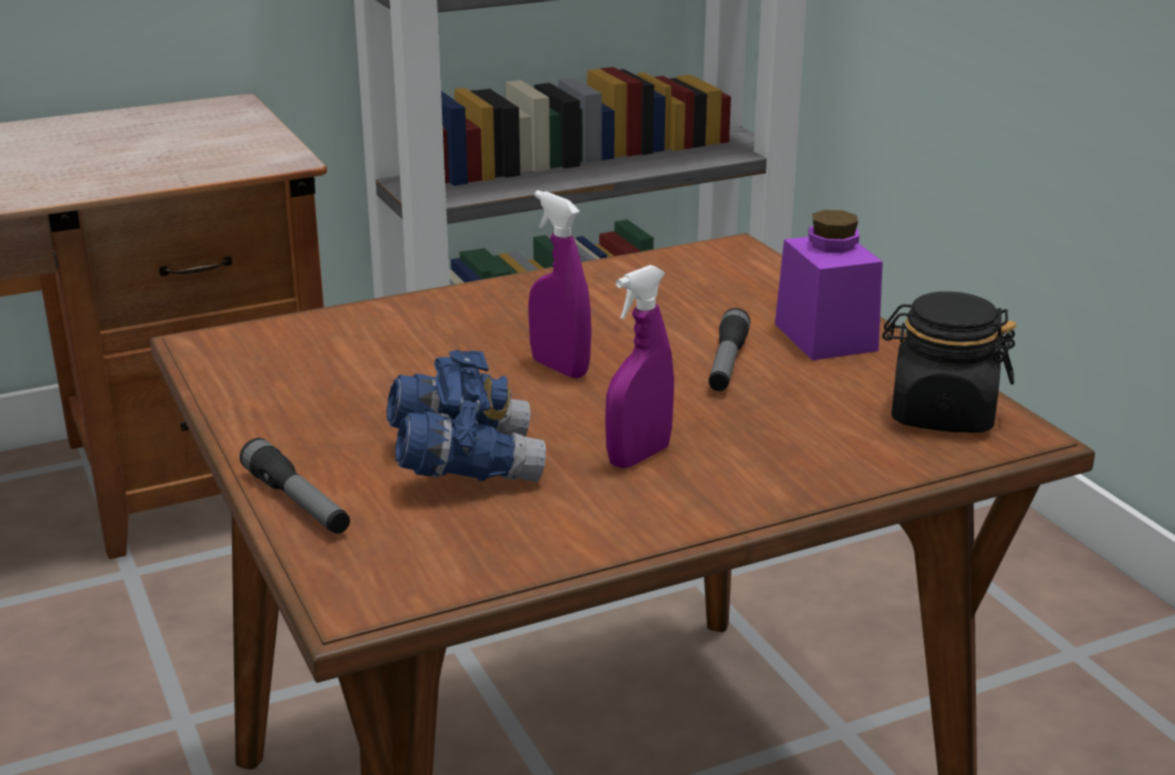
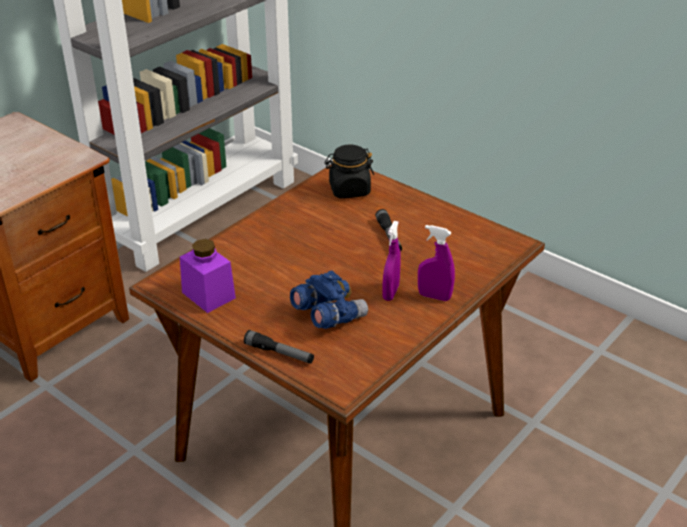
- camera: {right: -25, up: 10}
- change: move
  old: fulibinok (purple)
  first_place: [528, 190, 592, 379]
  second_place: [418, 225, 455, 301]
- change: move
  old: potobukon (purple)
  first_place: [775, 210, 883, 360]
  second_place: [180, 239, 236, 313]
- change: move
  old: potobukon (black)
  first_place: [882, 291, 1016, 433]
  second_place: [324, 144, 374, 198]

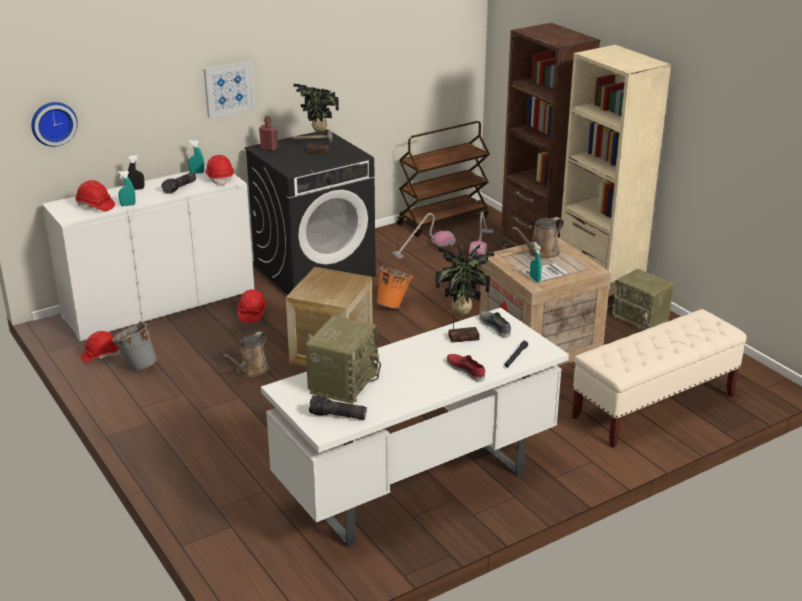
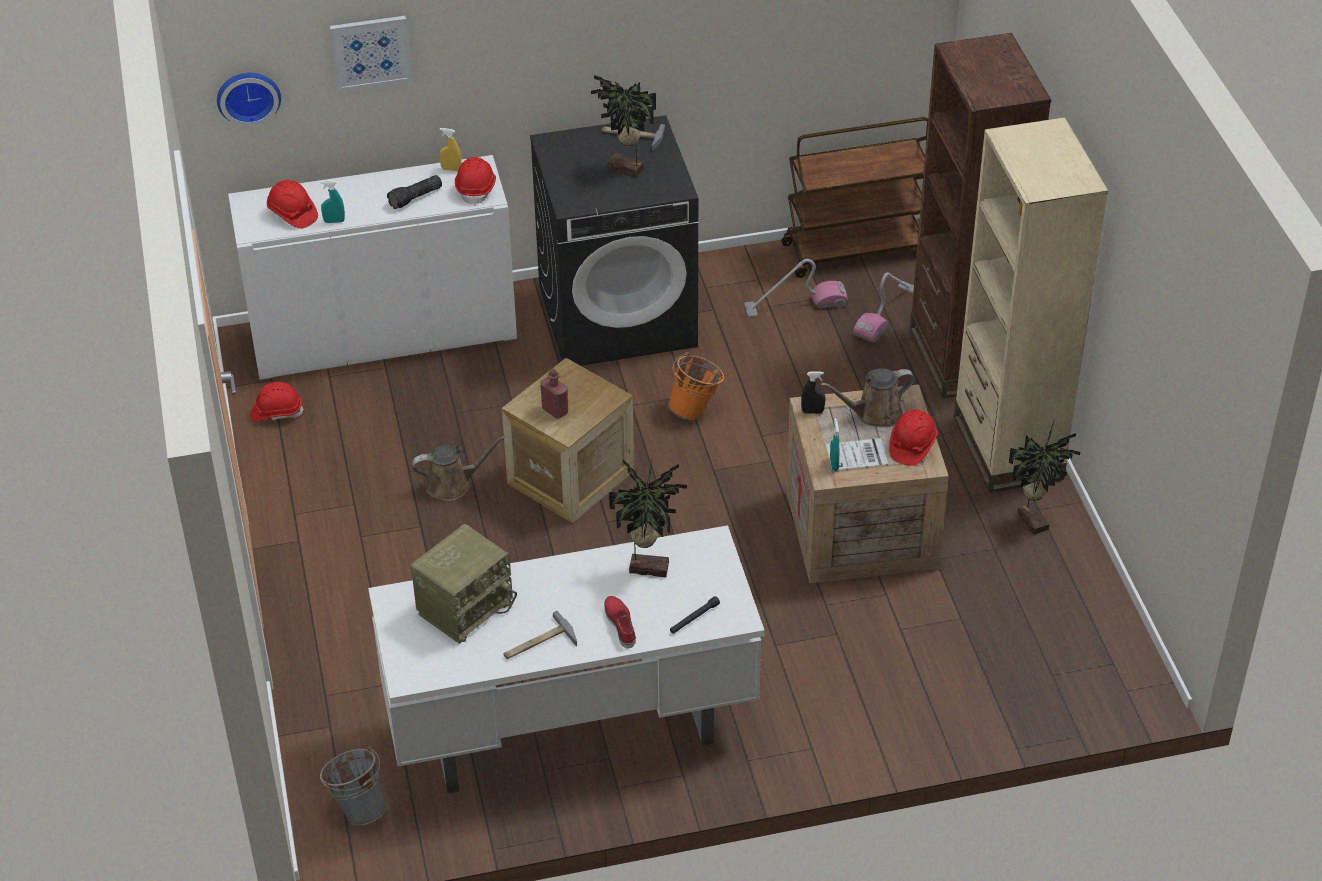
- camera: {right: 20, up: 15}
- change: delete
  old: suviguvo
  first_place: [309, 395, 367, 420]
- change: delete
  old: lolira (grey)
  first_place: [479, 311, 511, 338]
- change: delete
  old: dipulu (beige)
  first_place: [572, 309, 747, 448]
- change: insert
  new: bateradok
  second_place: [503, 611, 577, 659]
- change: move
  old: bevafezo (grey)
  first_place: [112, 321, 157, 371]
  second_place: [320, 746, 387, 826]
- change: move
  old: fulibinok (black)
  first_place: [128, 155, 145, 190]
  second_place: [801, 372, 826, 414]
- change: move
  old: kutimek
  first_place: [204, 60, 255, 119]
  second_place: [330, 16, 412, 92]
- change: move
  old: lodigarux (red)
  first_place: [238, 289, 267, 323]
  second_place: [889, 410, 938, 466]
- change: move
  old: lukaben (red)
  first_place: [259, 115, 278, 151]
  second_place: [540, 369, 568, 419]
- change: replace
  old: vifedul
  new: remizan
  first_place: [612, 269, 674, 331]
  second_place: [1009, 422, 1080, 535]
- change: recolor
  old: fulibinok (turquoise)
  new: fulibinok (yellow)
  first_place: [188, 140, 204, 174]
  second_place: [439, 128, 462, 171]
- change: rotate
  old: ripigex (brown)
  first_place: [222, 331, 269, 377]
  second_place: [412, 436, 504, 501]
  degrees: -150

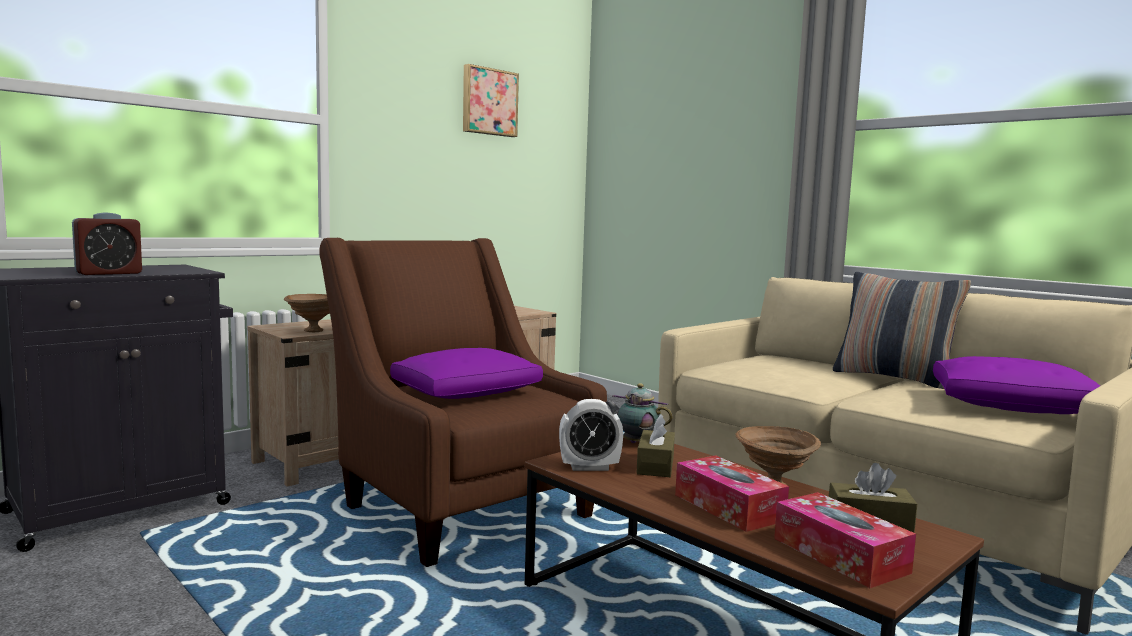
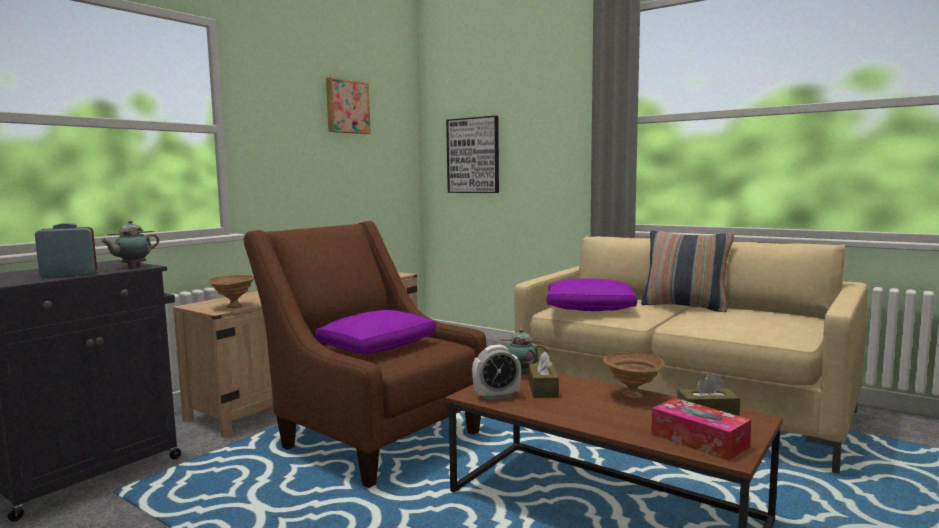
- camera: {right: -10, up: 0}
- change: delete
  old: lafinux
  first_place: [675, 455, 789, 532]
- change: insert
  new: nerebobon
  second_place: [100, 220, 159, 267]
- change: insert
  new: kutimek
  second_place: [446, 116, 499, 193]
- change: move
  old: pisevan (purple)
  first_place: [933, 356, 1100, 414]
  second_place: [546, 278, 637, 311]
- change: rotate
  old: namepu
  first_place: [72, 212, 142, 275]
  second_place: [35, 223, 97, 278]
  degrees: -150

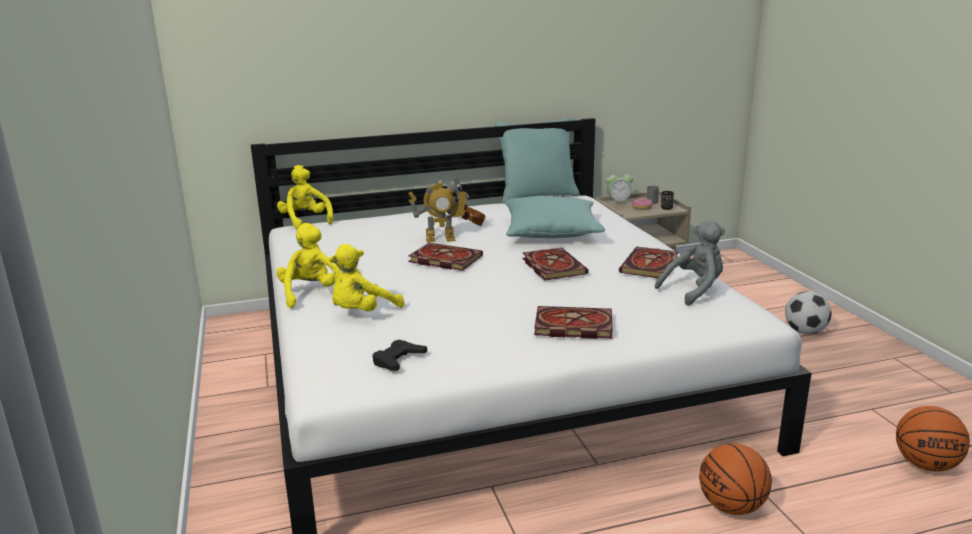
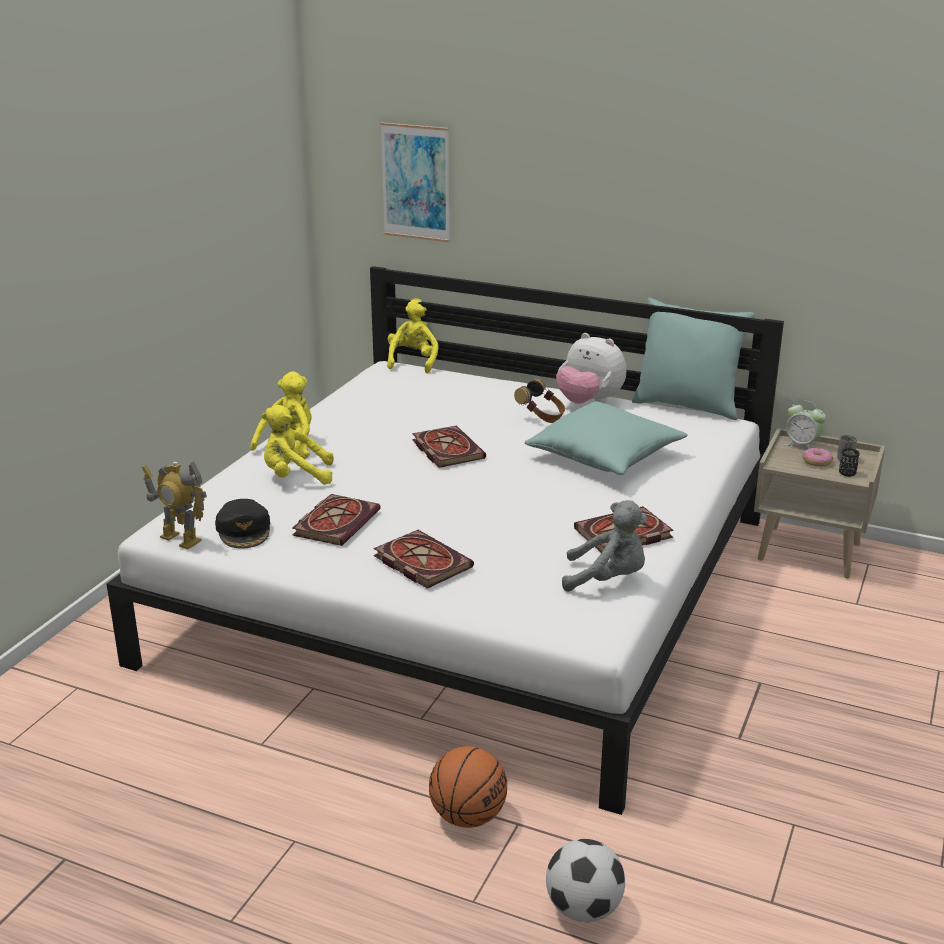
- camera: {right: 40, up: 5}
- change: delete
  old: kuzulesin
  first_place: [896, 406, 970, 472]
- change: insert
  new: kutimek
  second_place: [380, 122, 450, 242]
- change: insert
  new: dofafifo
  second_place: [556, 333, 627, 404]
- change: move
  old: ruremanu
  first_place: [408, 176, 469, 242]
  second_place: [142, 461, 207, 549]
- change: move
  old: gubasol
  first_place: [522, 248, 588, 280]
  second_place: [292, 494, 381, 546]
- change: move
  old: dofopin
  first_place: [785, 291, 831, 334]
  second_place: [546, 839, 625, 922]
- change: replace
  old: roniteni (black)
  new: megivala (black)
  first_place: [372, 339, 427, 371]
  second_place: [215, 499, 270, 549]

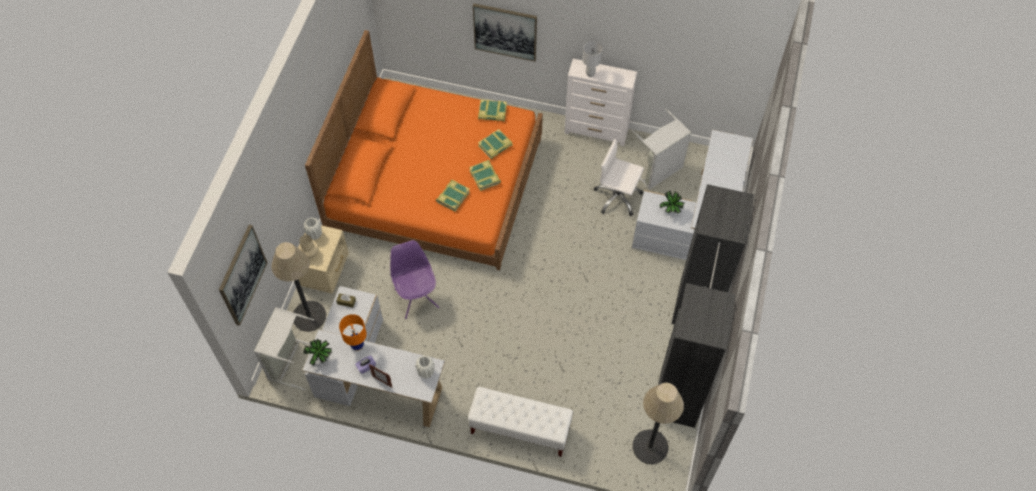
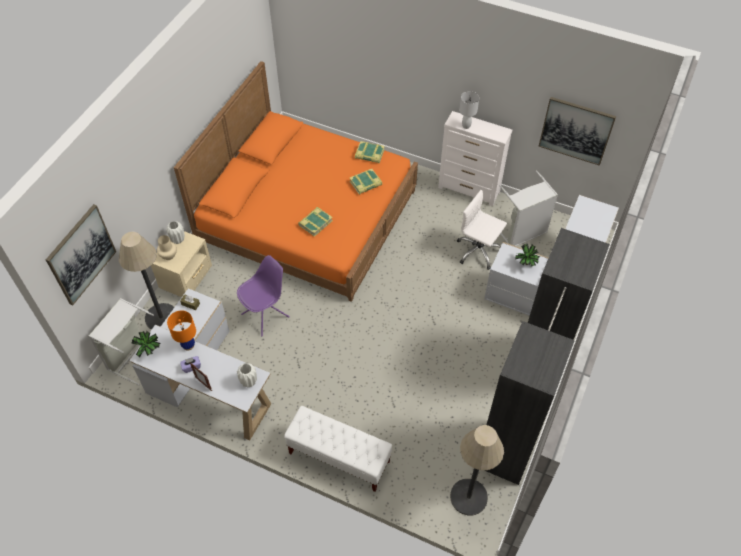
- camera: {right: 10, up: -5}
- change: delete
  old: gubasol
  first_place: [469, 160, 501, 191]
- change: move
  old: kutimek
  first_place: [473, 3, 537, 62]
  second_place: [539, 97, 616, 166]
- change: rotate
  old: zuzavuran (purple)
  first_place: [390, 240, 439, 319]
  second_place: [237, 255, 290, 336]
  degrees: 60

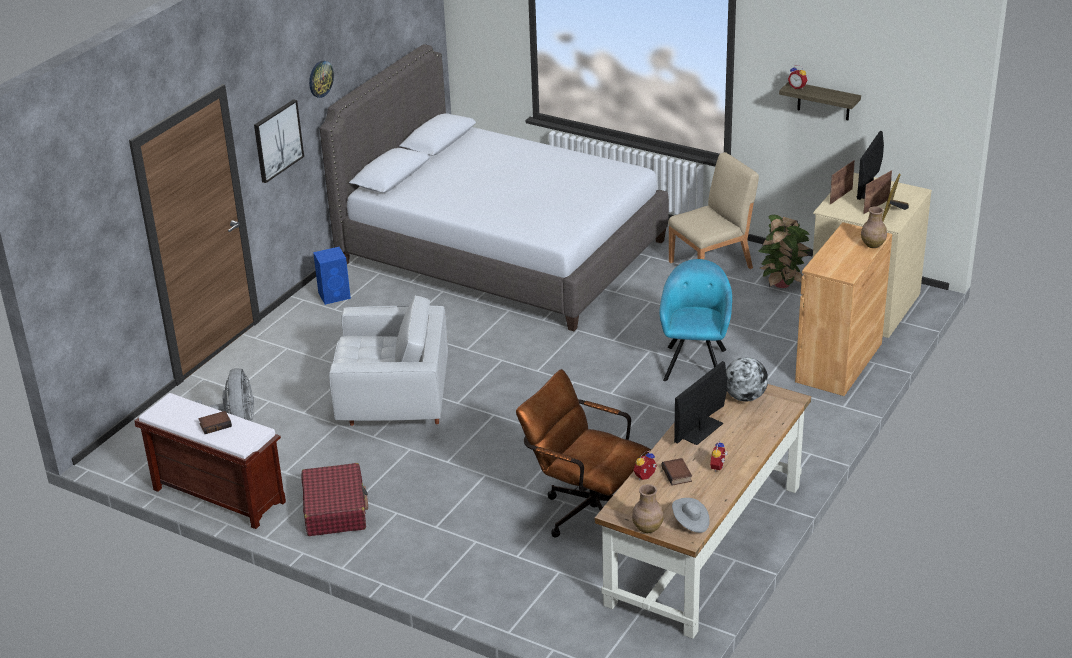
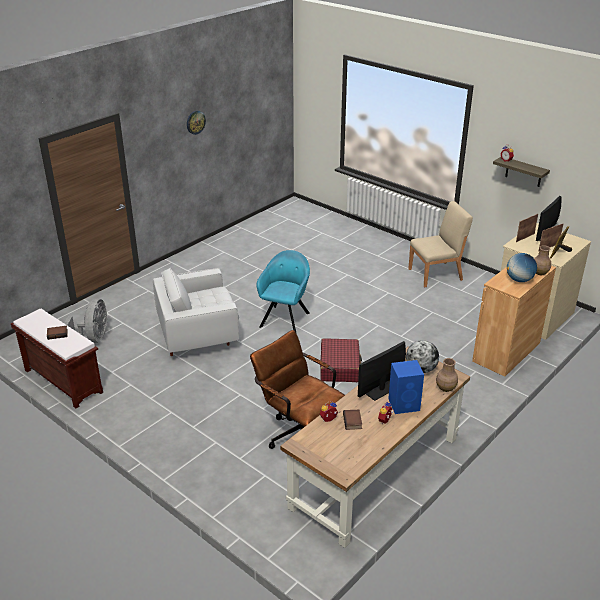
- camera: {right: 10, up: 0}
- change: delete
  old: kutimek
  first_place: [254, 99, 304, 183]
- change: delete
  old: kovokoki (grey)
  first_place: [320, 44, 669, 331]
- change: delete
  old: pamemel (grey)
  first_place: [672, 498, 710, 533]
- change: delete
  old: remizan
  first_place: [758, 215, 811, 288]
- change: insert
  new: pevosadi
  second_place: [507, 253, 537, 282]
- change: move
  old: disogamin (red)
  first_place: [302, 463, 368, 536]
  second_place: [320, 338, 362, 382]
- change: move
  old: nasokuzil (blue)
  first_place: [313, 247, 351, 305]
  second_place: [388, 360, 424, 414]
- change: move
  old: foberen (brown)
  first_place: [632, 484, 664, 533]
  second_place: [436, 358, 458, 392]
- change: move
  old: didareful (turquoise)
  first_place: [659, 259, 732, 381]
  second_place: [257, 250, 310, 334]
- change: rotate
  old: didareful (white)
  first_place: [329, 295, 448, 426]
  second_place: [153, 268, 239, 356]
  degrees: 150

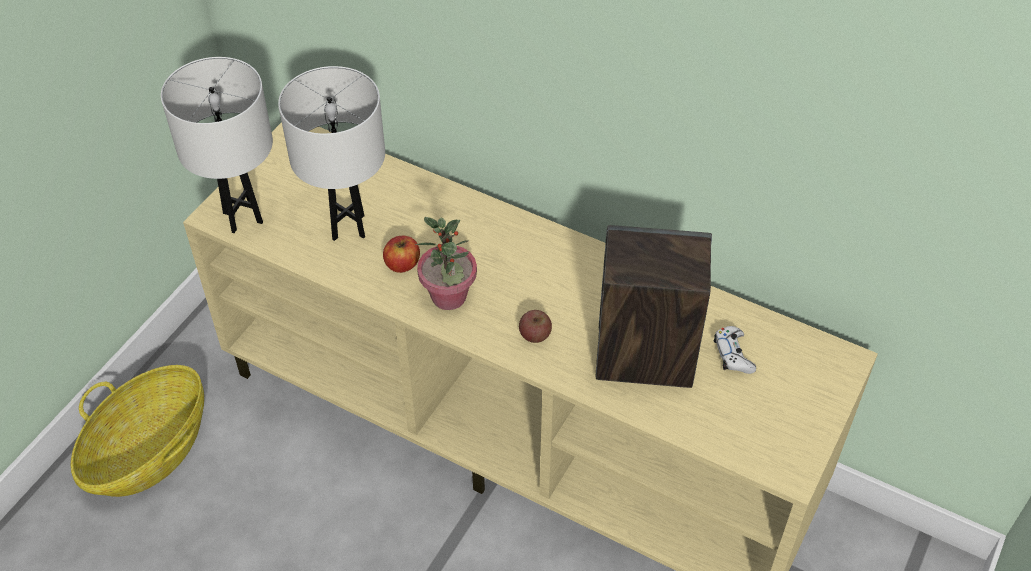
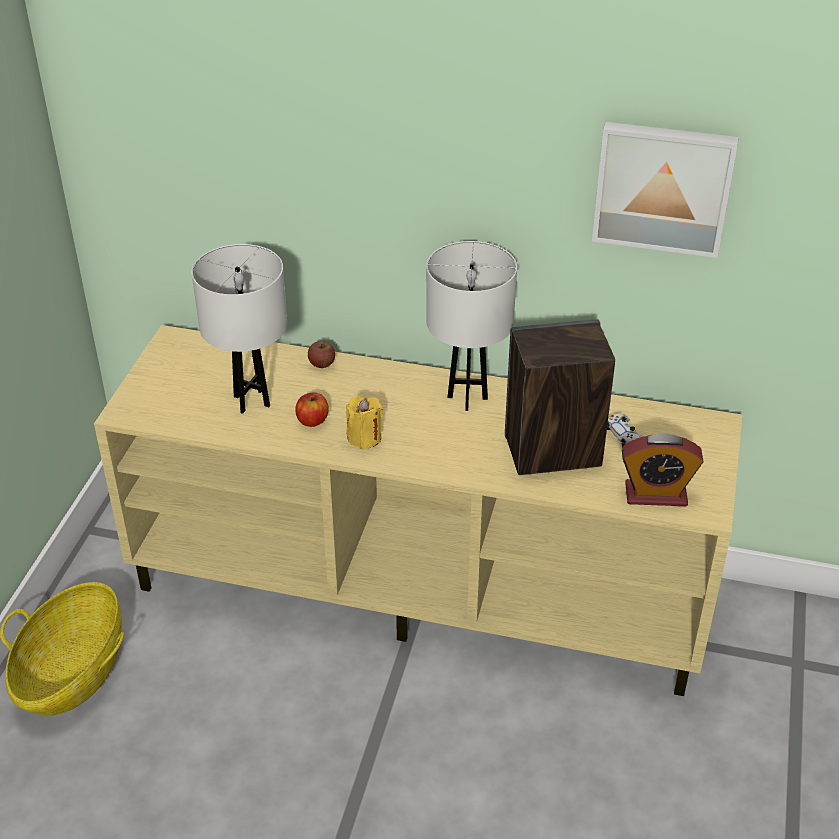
- camera: {right: -15, up: -10}
- change: insert
  new: kutimek
  second_place: [592, 122, 739, 258]
- change: insert
  new: namepu
  second_place: [622, 433, 704, 506]
- change: move
  old: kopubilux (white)
  first_place: [161, 57, 273, 233]
  second_place: [426, 241, 517, 411]
- change: move
  old: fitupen
  first_place: [519, 310, 552, 343]
  second_place: [308, 341, 335, 368]
- change: replace
  old: remizan
  new: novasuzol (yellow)
  first_place: [415, 217, 477, 310]
  second_place: [346, 396, 383, 449]

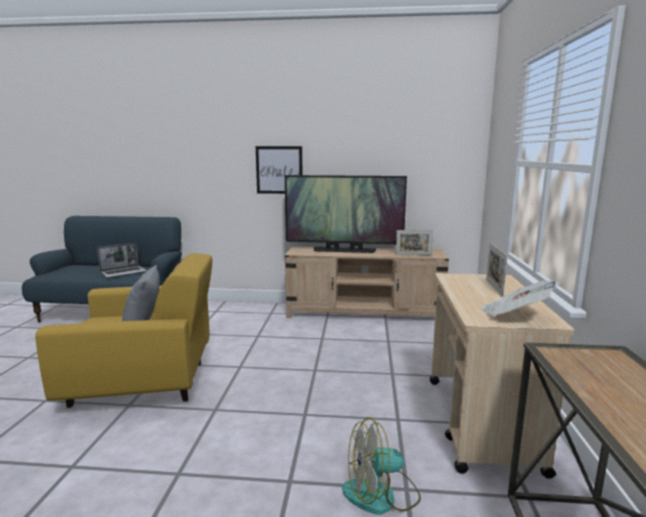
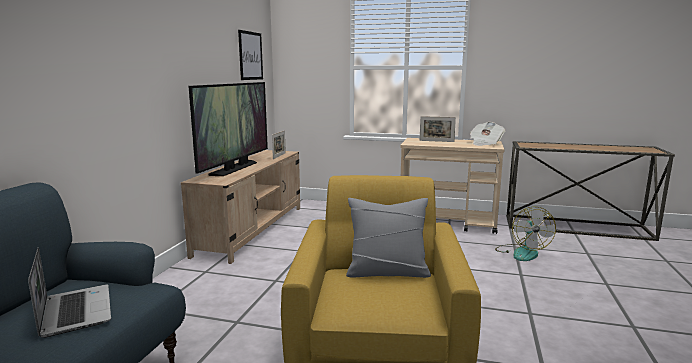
- camera: {right: -80, up: 0}
- change: move
  old: kutimek
  first_place: [256, 146, 302, 194]
  second_place: [238, 30, 263, 80]

